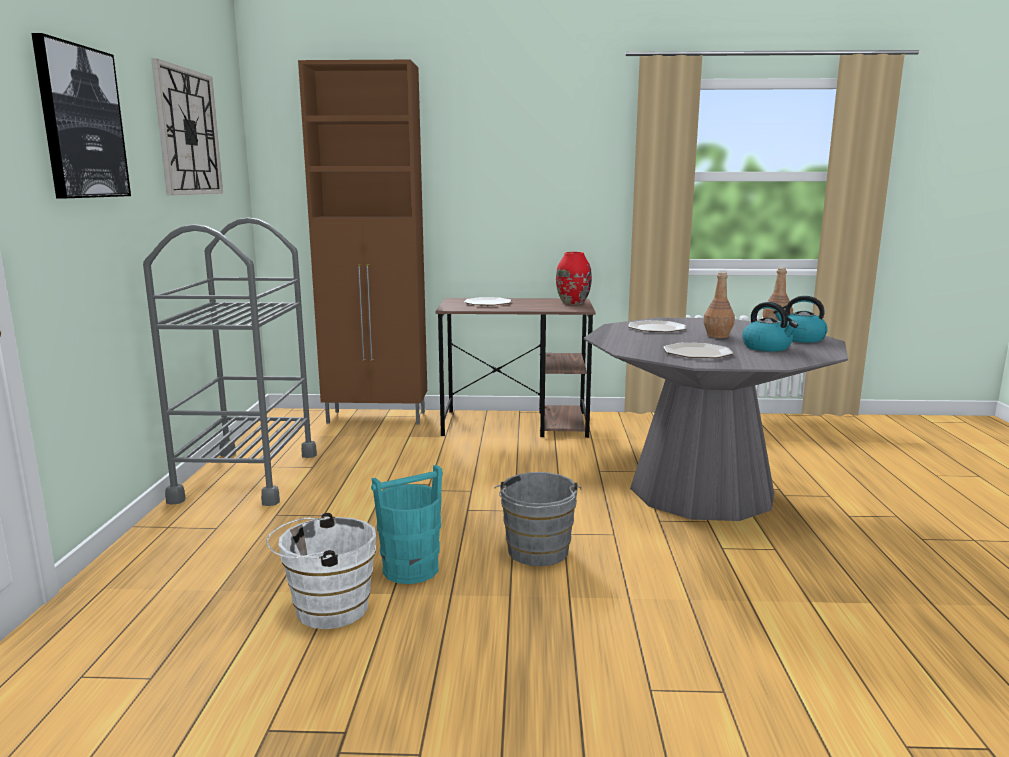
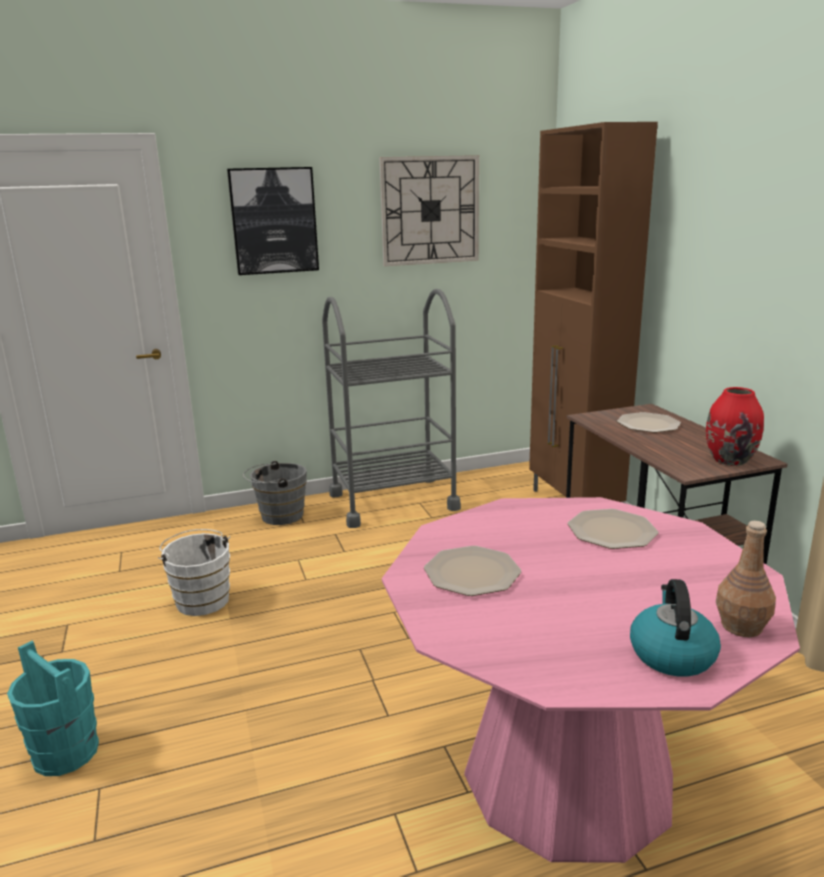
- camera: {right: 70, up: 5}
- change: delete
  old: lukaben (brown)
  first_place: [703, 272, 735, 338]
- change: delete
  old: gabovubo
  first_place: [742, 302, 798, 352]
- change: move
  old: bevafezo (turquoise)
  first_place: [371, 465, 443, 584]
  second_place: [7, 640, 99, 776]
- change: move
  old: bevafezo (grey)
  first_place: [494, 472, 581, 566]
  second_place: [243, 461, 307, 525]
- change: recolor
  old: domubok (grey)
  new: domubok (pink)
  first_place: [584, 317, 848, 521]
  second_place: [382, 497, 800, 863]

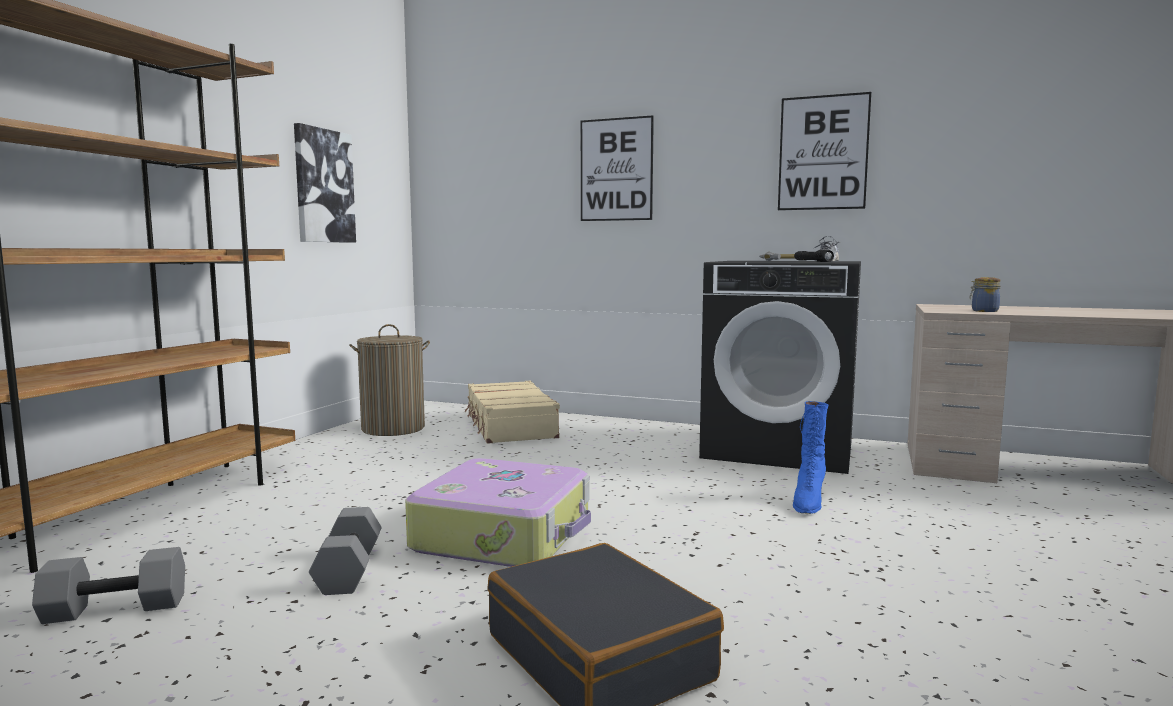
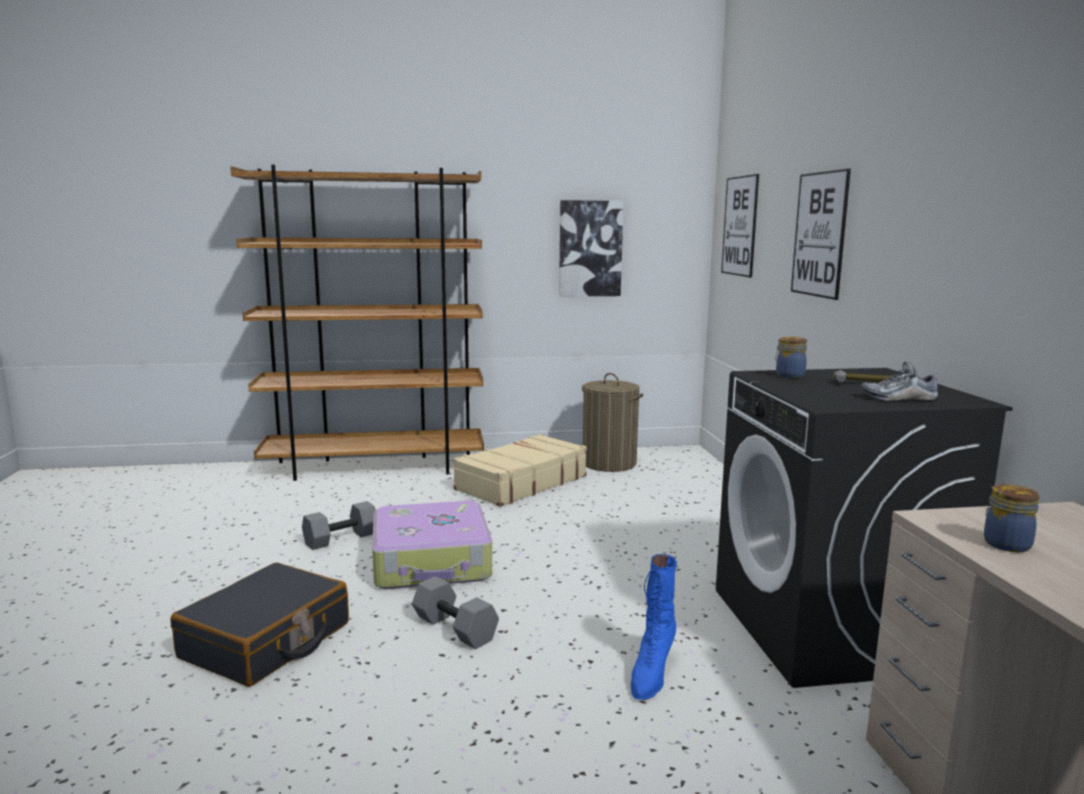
- camera: {right: 60, up: 5}
- change: delete
  old: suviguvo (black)
  first_place: [794, 250, 834, 262]
- change: insert
  new: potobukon
  second_place: [775, 336, 807, 378]
- change: move
  old: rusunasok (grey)
  first_place: [32, 547, 185, 624]
  second_place: [412, 576, 499, 649]
- change: move
  old: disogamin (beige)
  first_place: [465, 381, 560, 444]
  second_place: [453, 434, 587, 507]
- change: move
  old: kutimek
  first_place: [778, 92, 871, 210]
  second_place: [721, 174, 759, 278]
- change: rotate
  old: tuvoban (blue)
  first_place: [793, 401, 828, 514]
  second_place: [631, 554, 677, 700]
  degrees: -60

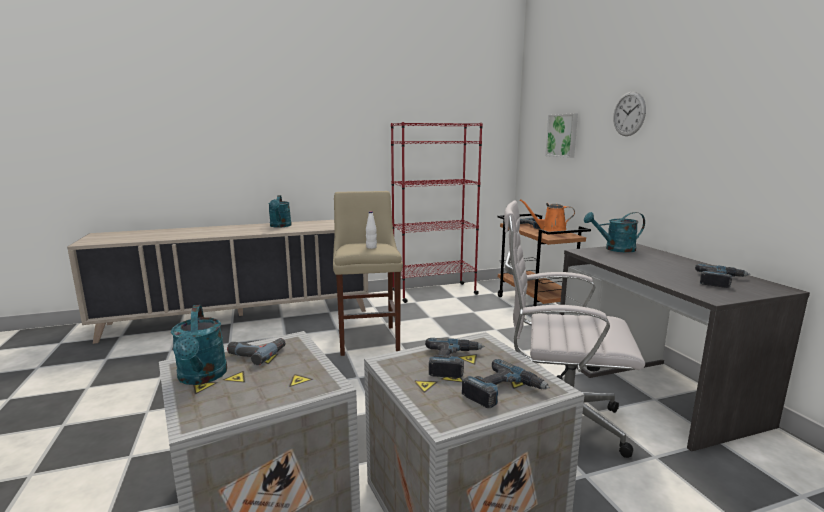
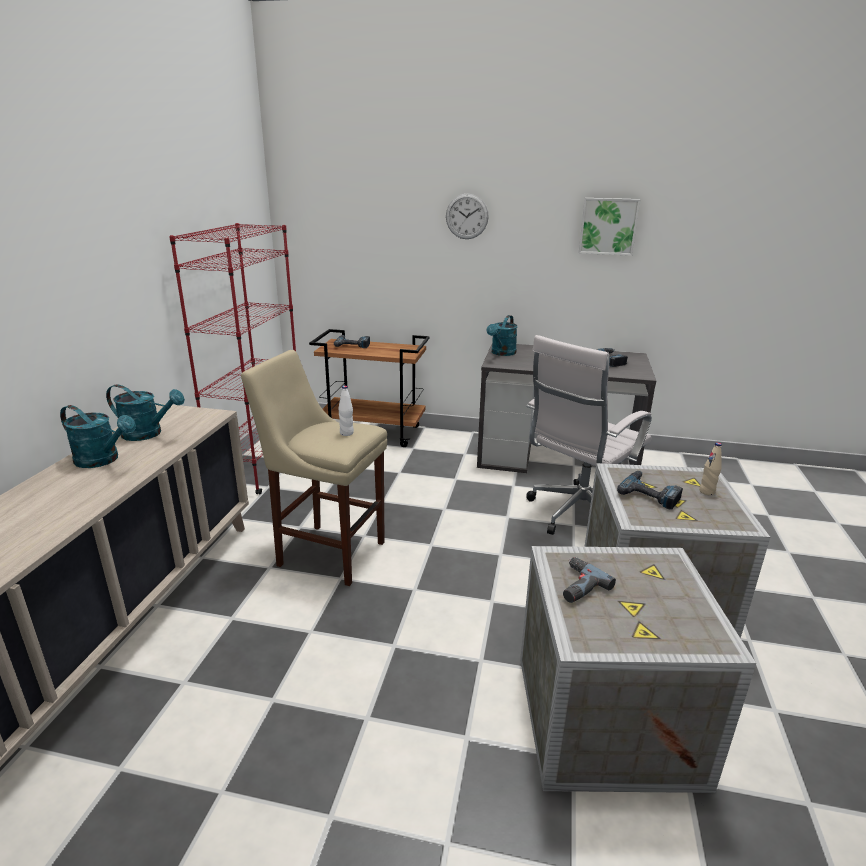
- camera: {right: -60, up: 10}
- change: delete
  old: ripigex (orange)
  first_place: [520, 199, 575, 234]
- change: move
  old: ripigex (turquoise)
  first_place: [171, 305, 227, 385]
  second_place: [106, 384, 185, 441]
- change: move
  old: kutimek
  first_place: [545, 113, 578, 158]
  second_place: [579, 198, 640, 256]
- change: replace
  old: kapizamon
  new: lukaben (beige)
  first_place: [462, 359, 550, 408]
  second_place: [699, 442, 722, 495]

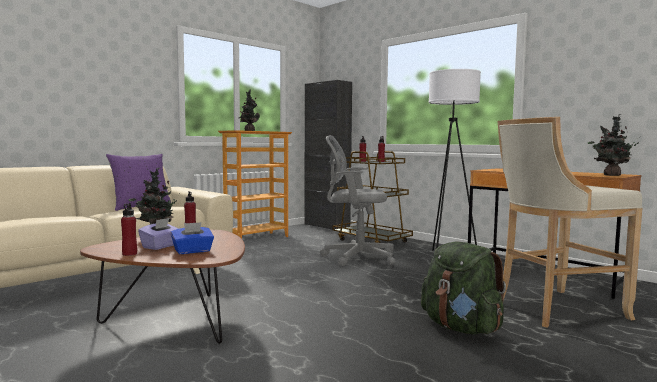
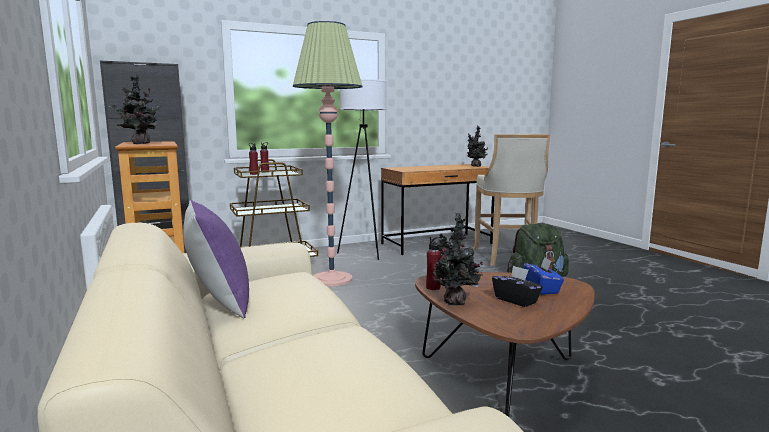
- camera: {right: -70, up: 5}
- change: delete
  old: lukaben (red)
  first_place: [121, 203, 137, 256]
- change: replace
  old: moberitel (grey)
  new: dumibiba
  first_place: [320, 135, 395, 266]
  second_place: [293, 21, 363, 286]
- change: recolor
  old: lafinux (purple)
  new: lafinux (black)
  first_place: [138, 218, 179, 250]
  second_place: [492, 266, 543, 307]

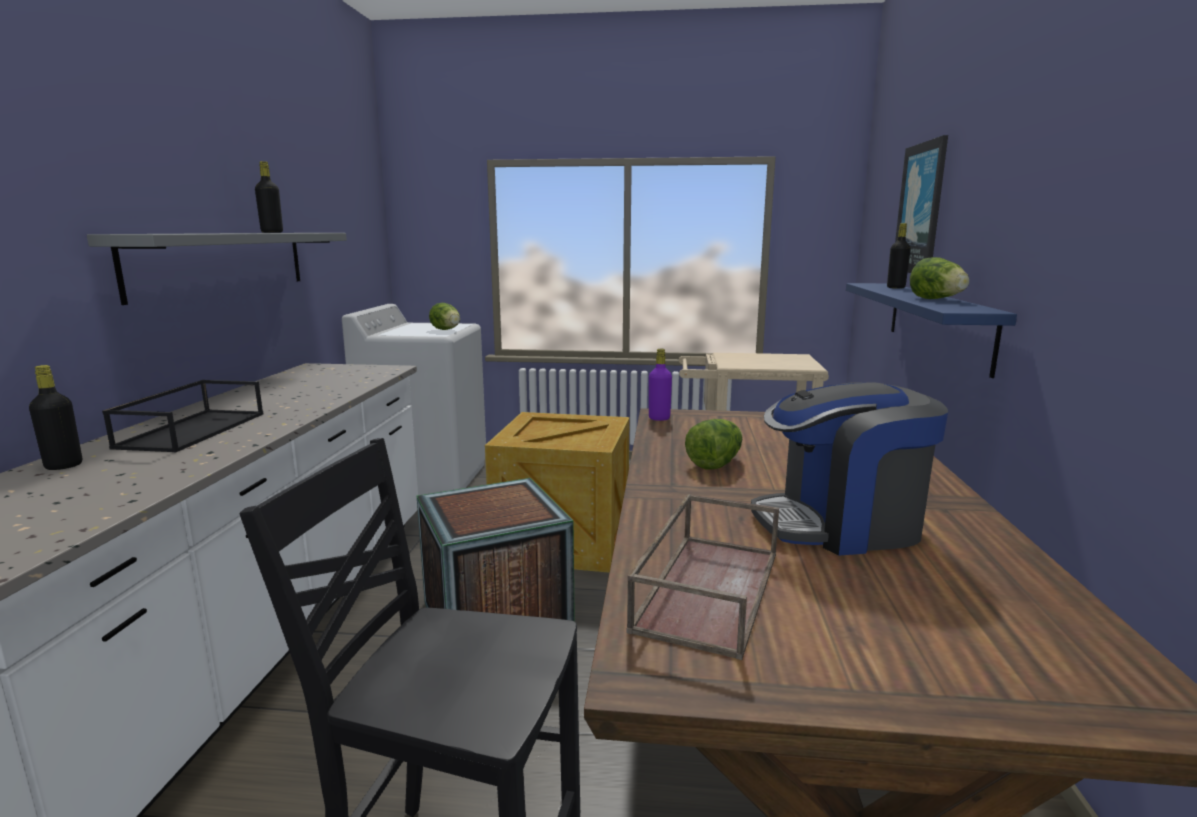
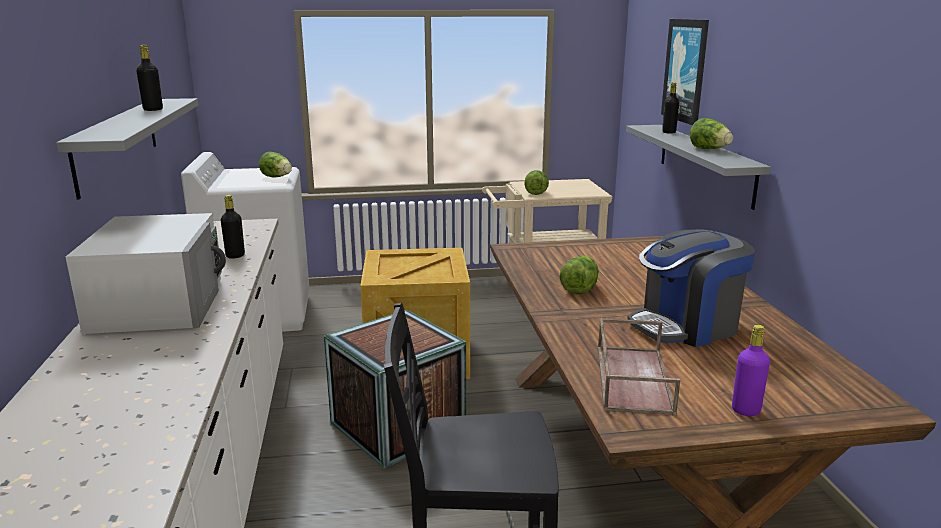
- camera: {right: -15, up: 5}
- change: insert
  new: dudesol
  second_place: [524, 170, 549, 195]
- change: move
  old: lukaben (black)
  first_place: [29, 365, 82, 470]
  second_place: [221, 195, 245, 259]
- change: move
  old: lukaben (purple)
  first_place: [649, 349, 672, 421]
  second_place: [732, 325, 770, 416]
- change: replace
  old: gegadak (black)
  new: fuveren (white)
  first_place: [102, 380, 263, 452]
  second_place: [66, 213, 226, 334]
- change: recolor
  old: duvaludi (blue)
  new: duvaludi (grey)
  first_place: [846, 283, 1017, 378]
  second_place: [626, 125, 771, 210]

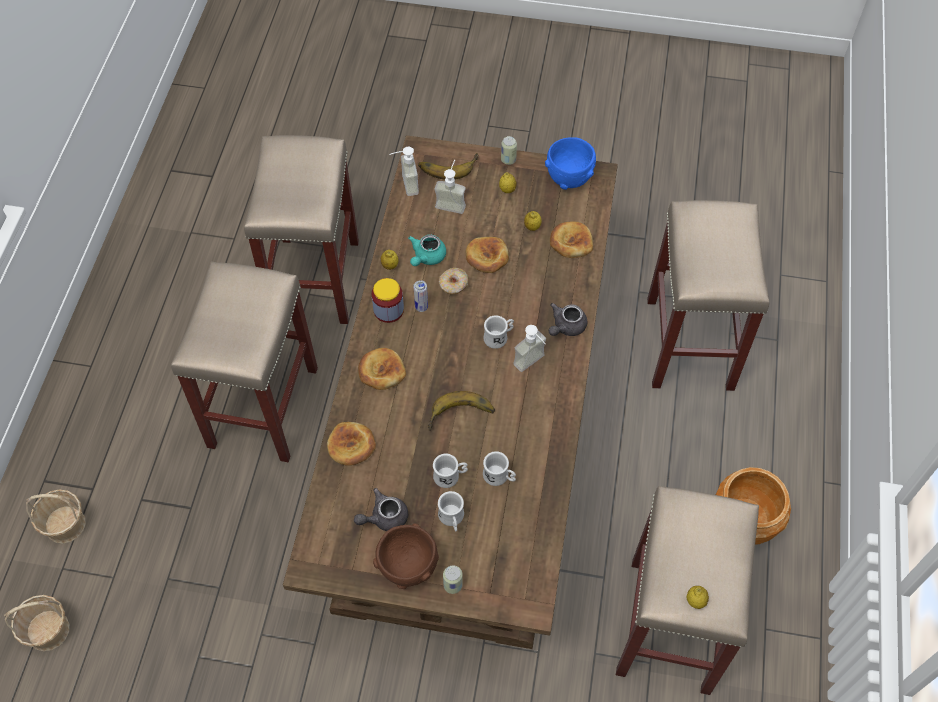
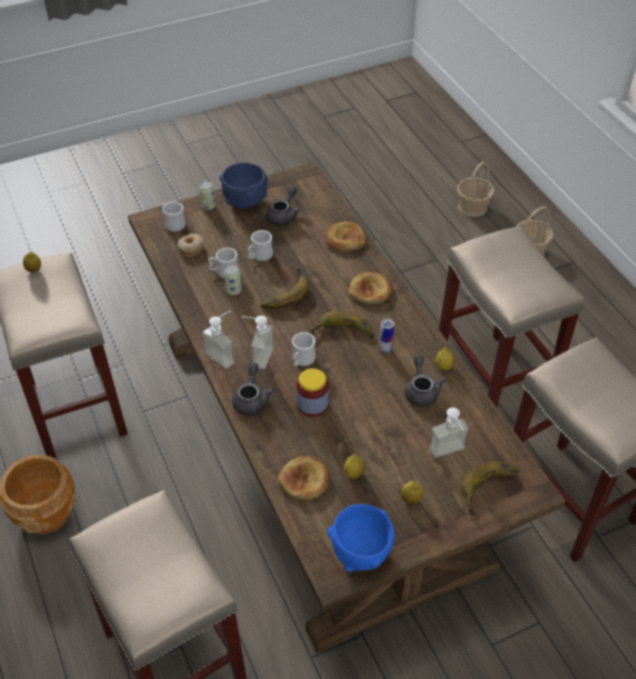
- camera: {right: 145, up: -10}
- change: delete
  old: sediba
  first_place: [466, 237, 509, 273]
- change: insert
  new: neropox
  second_place: [310, 311, 374, 338]
- change: move
  old: potobukon
  first_place: [372, 278, 404, 323]
  second_place: [296, 368, 329, 417]
- change: move
  old: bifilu
  first_place: [389, 147, 419, 196]
  second_place: [202, 310, 234, 369]
- change: move
  old: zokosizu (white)
  first_place: [438, 491, 464, 531]
  second_place: [161, 201, 186, 232]
- change: move
  old: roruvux
  first_place: [439, 268, 469, 294]
  second_place: [177, 234, 204, 256]
- change: move
  old: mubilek
  first_place: [501, 136, 517, 165]
  second_place: [224, 266, 242, 295]
- change: recolor
  old: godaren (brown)
  new: godaren (blue)
  first_place: [373, 523, 439, 589]
  second_place: [220, 163, 268, 208]
- change: recolor
  old: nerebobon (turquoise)
  new: nerebobon (grey)
  first_place: [408, 235, 446, 266]
  second_place: [405, 354, 446, 407]

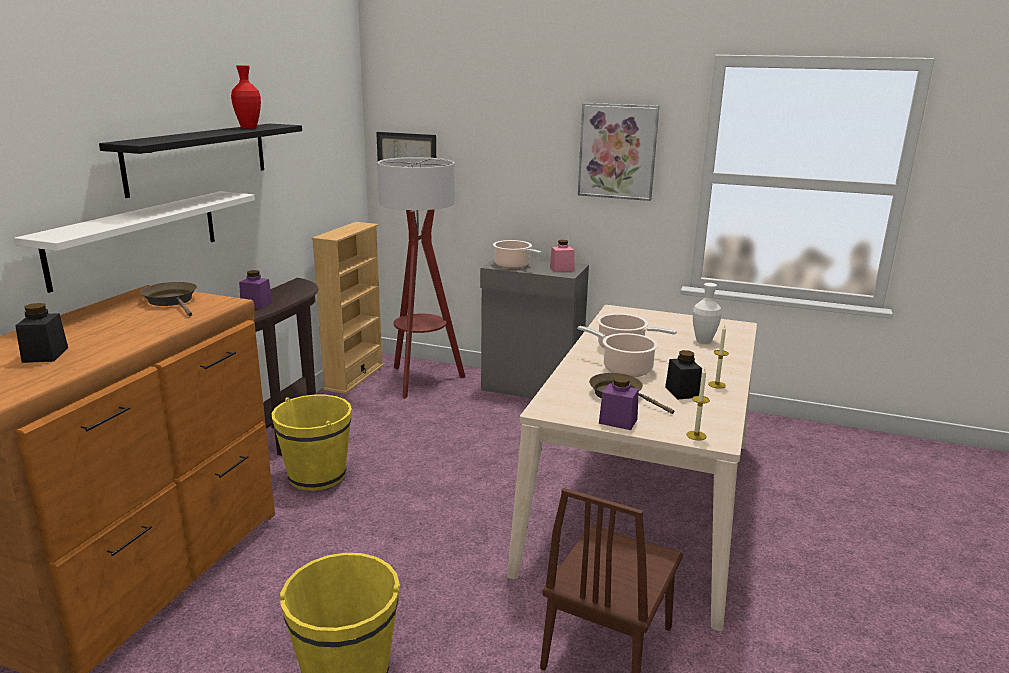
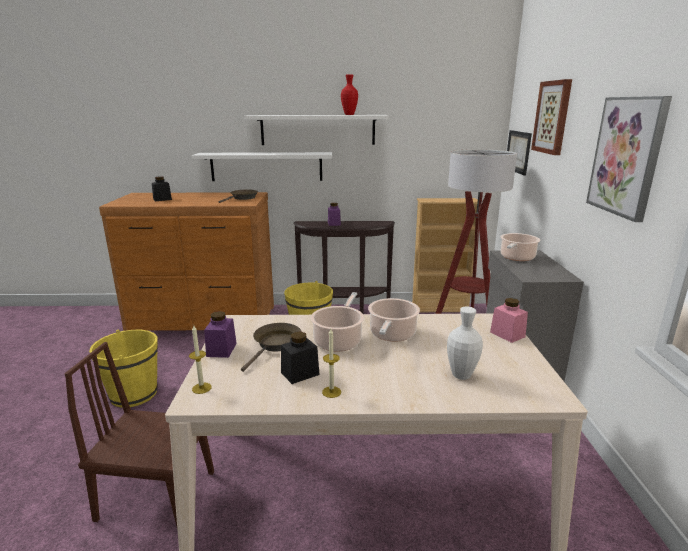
- camera: {right: 70, up: 0}
- change: insert
  new: kutimek
  second_place: [531, 79, 572, 155]
- change: move
  old: potobukon (pink)
  first_place: [550, 240, 574, 272]
  second_place: [490, 298, 528, 343]
- change: recolor
  old: duvaludi (black)
  new: duvaludi (white)
  first_place: [99, 124, 302, 198]
  second_place: [244, 115, 389, 145]

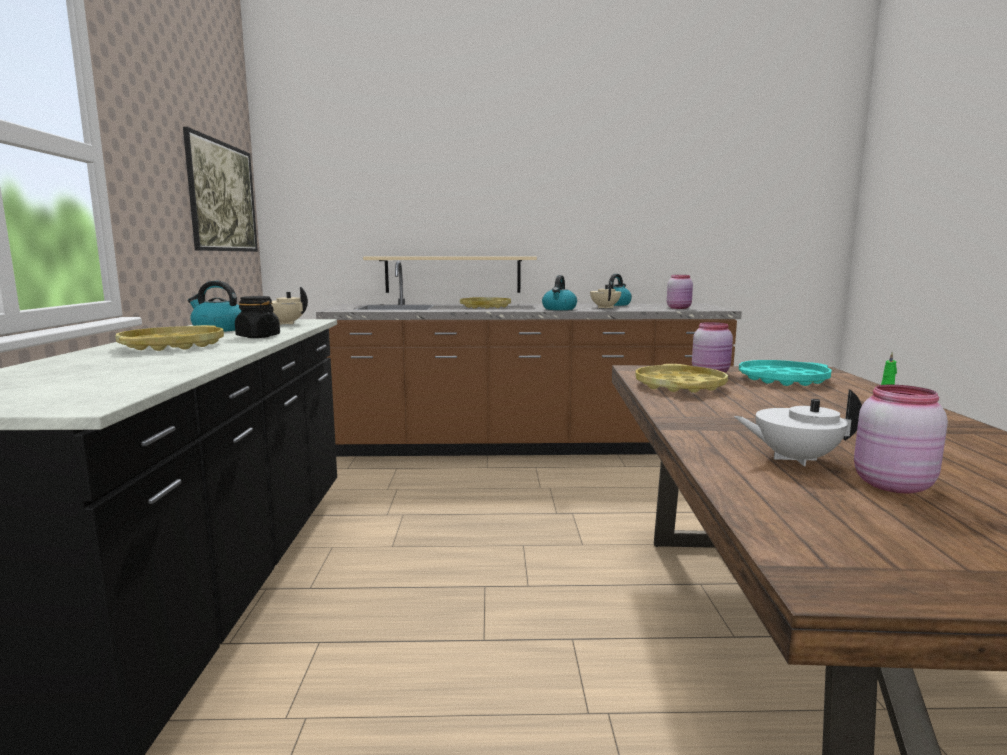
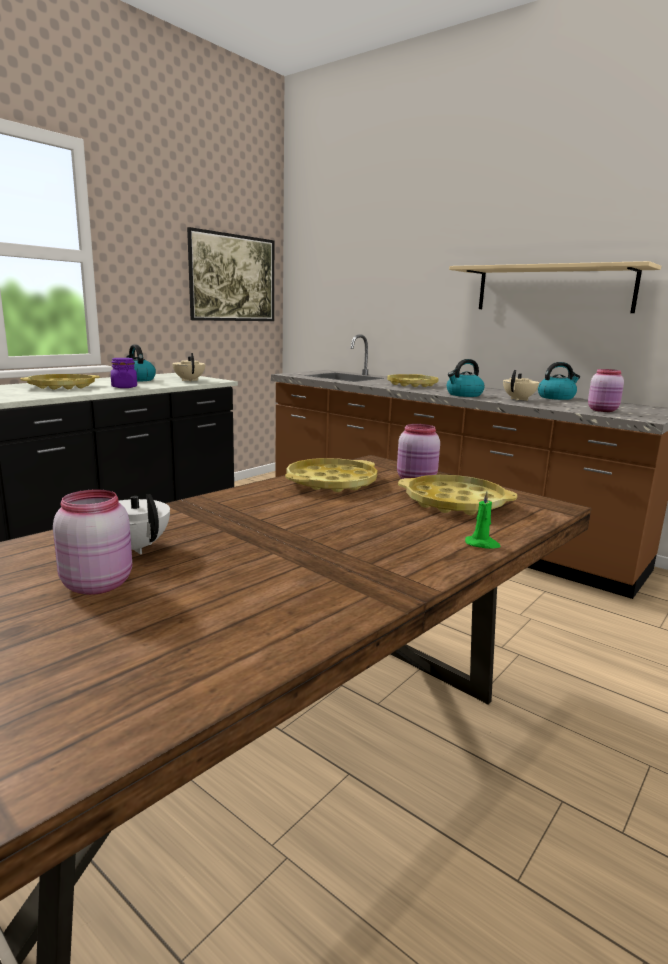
- camera: {right: 40, up: 5}
- change: move
  old: duvaludi (beige)
  first_place: [363, 257, 537, 293]
  second_place: [449, 261, 661, 313]
- change: recolor
  old: potobukon (black)
  new: potobukon (purple)
  first_place: [235, 296, 280, 338]
  second_place: [111, 358, 137, 388]
- change: recolor
  old: gegadak (turquoise)
  new: gegadak (yellow)
  first_place: [739, 360, 832, 386]
  second_place: [398, 475, 517, 515]

